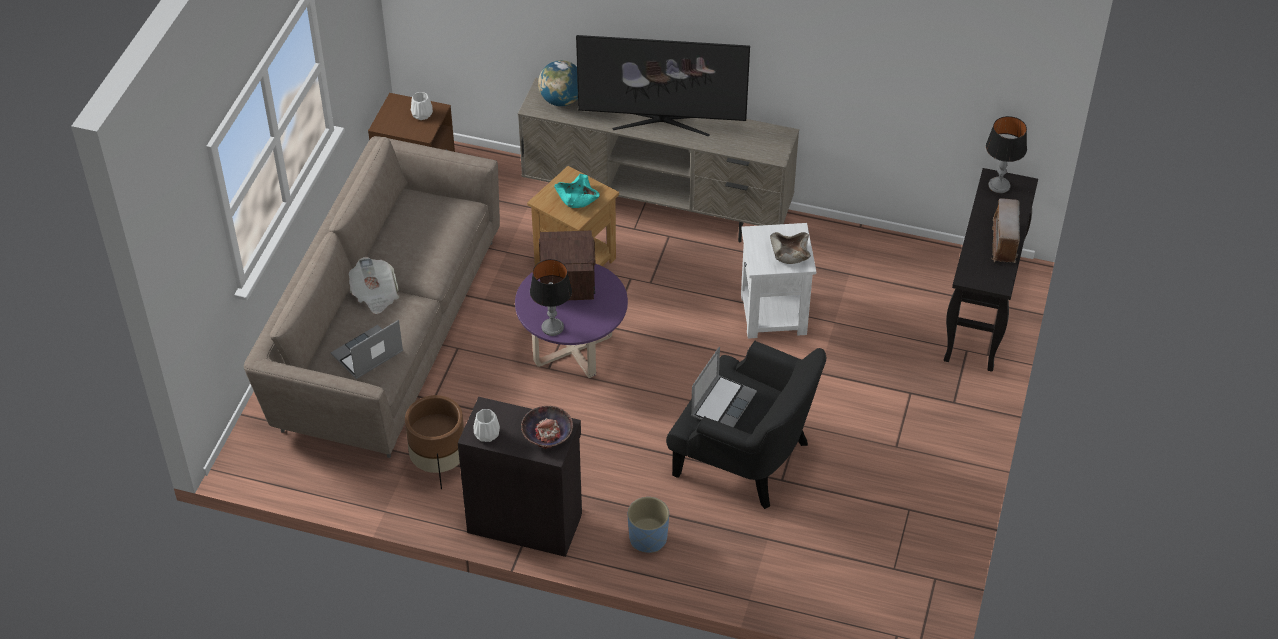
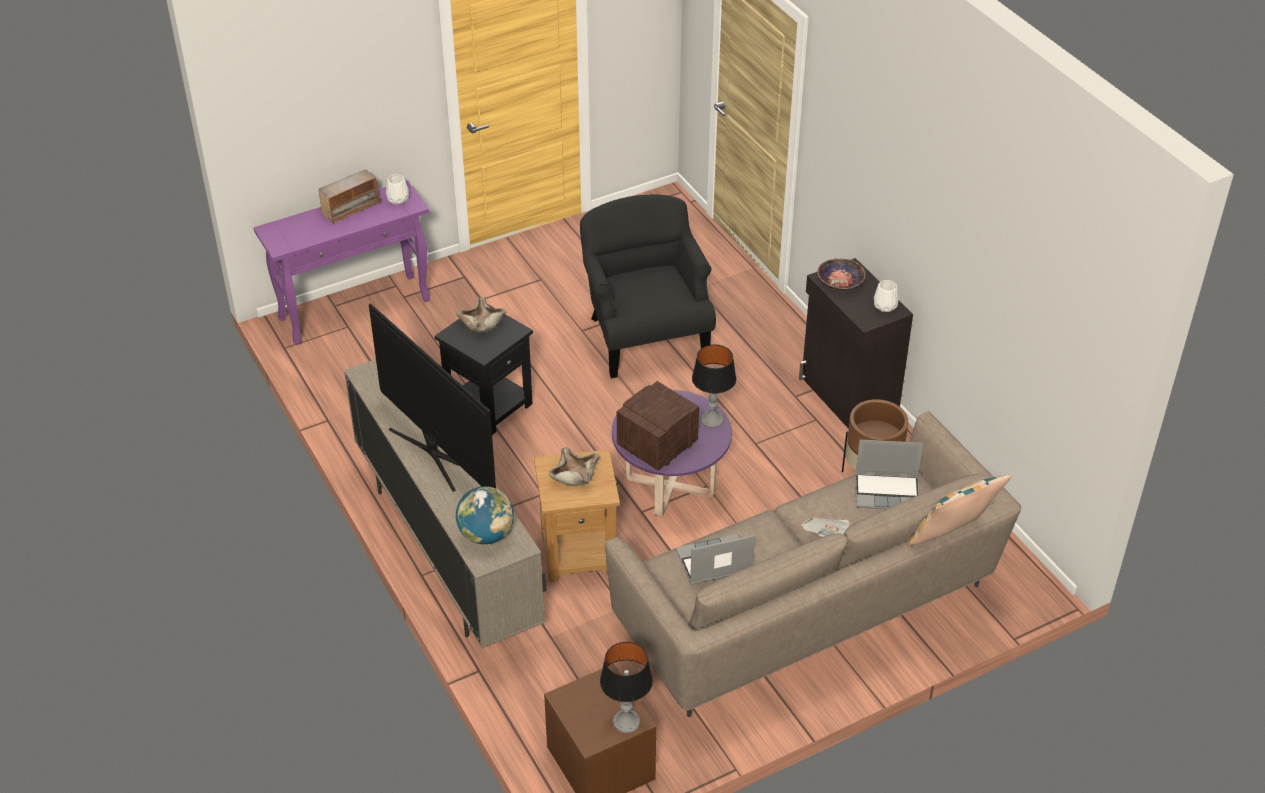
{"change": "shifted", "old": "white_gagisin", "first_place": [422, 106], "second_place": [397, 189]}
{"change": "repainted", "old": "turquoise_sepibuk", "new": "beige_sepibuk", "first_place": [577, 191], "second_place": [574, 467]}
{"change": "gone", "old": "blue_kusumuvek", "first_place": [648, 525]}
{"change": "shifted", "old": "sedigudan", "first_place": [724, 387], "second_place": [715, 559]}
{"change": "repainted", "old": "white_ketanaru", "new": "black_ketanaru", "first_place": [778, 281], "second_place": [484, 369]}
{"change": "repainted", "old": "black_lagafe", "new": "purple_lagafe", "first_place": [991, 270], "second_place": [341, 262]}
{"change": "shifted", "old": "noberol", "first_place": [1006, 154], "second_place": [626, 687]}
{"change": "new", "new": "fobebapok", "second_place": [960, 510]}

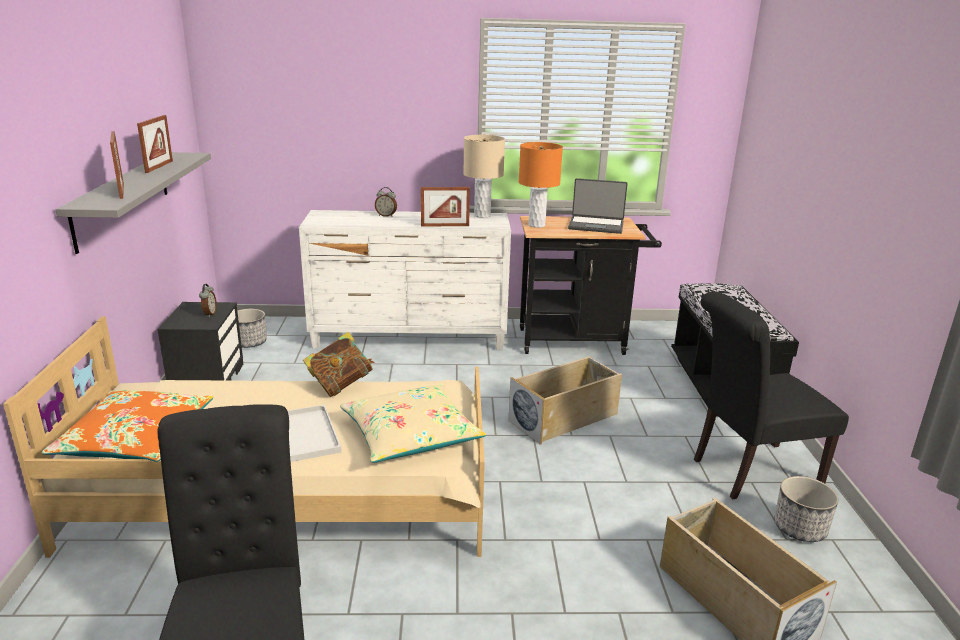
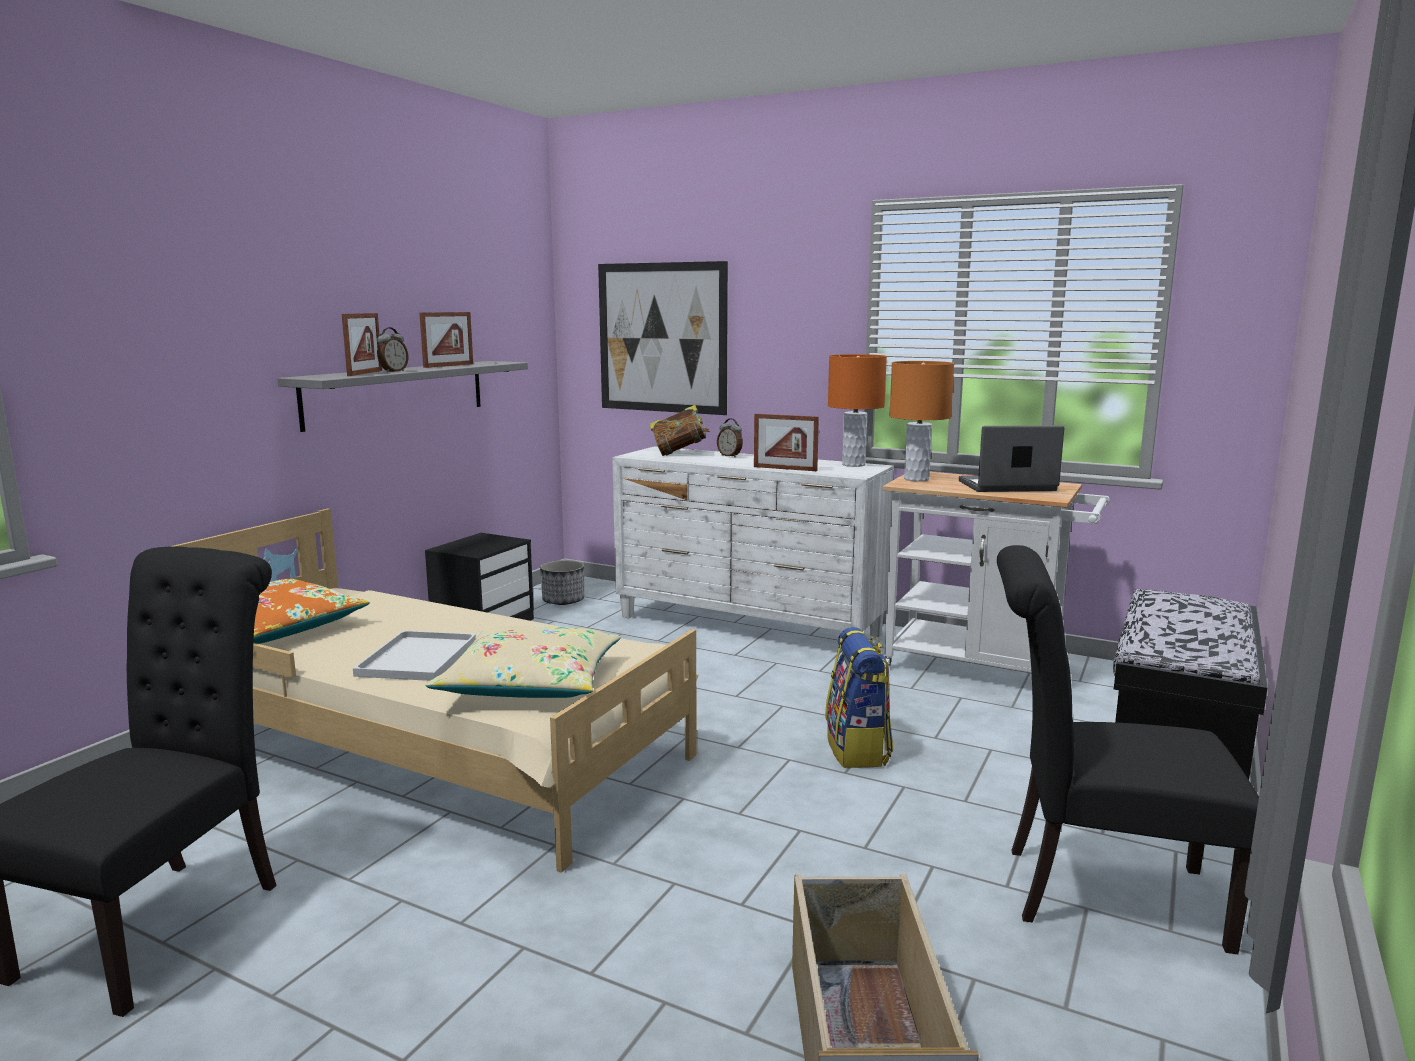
{"change": "shifted", "old": "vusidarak", "first_place": [208, 300], "second_place": [392, 350]}
{"change": "shifted", "old": "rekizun", "first_place": [339, 364], "second_place": [679, 430]}
{"change": "repainted", "old": "beige_noberol", "new": "orange_noberol", "first_place": [484, 176], "second_place": [857, 410]}
{"change": "swapped", "old": "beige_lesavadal", "new": "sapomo", "first_place": [565, 400], "second_place": [859, 697]}
{"change": "repainted", "old": "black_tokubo", "new": "white_tokubo", "first_place": [591, 285], "second_place": [996, 572]}
{"change": "rotated", "old": "sedigudan", "first_place": [598, 206], "second_place": [1011, 458], "degrees": 135}
{"change": "gone", "old": "kusumuvek", "first_place": [806, 509]}
{"change": "new", "new": "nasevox", "second_place": [663, 338]}

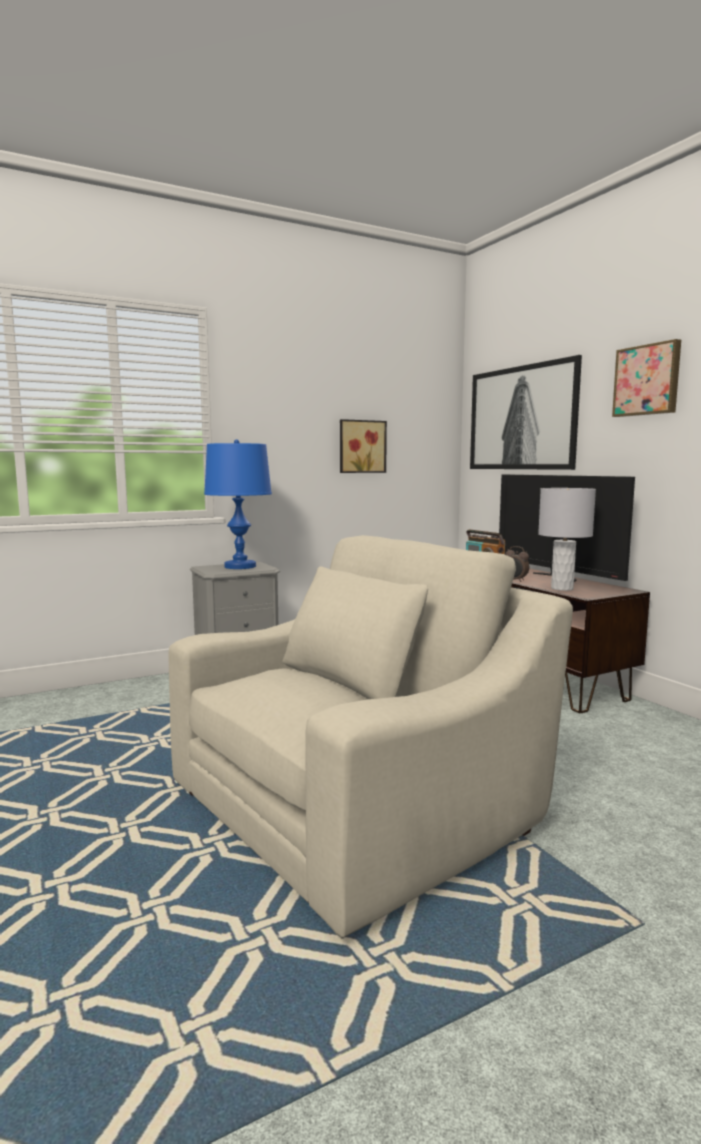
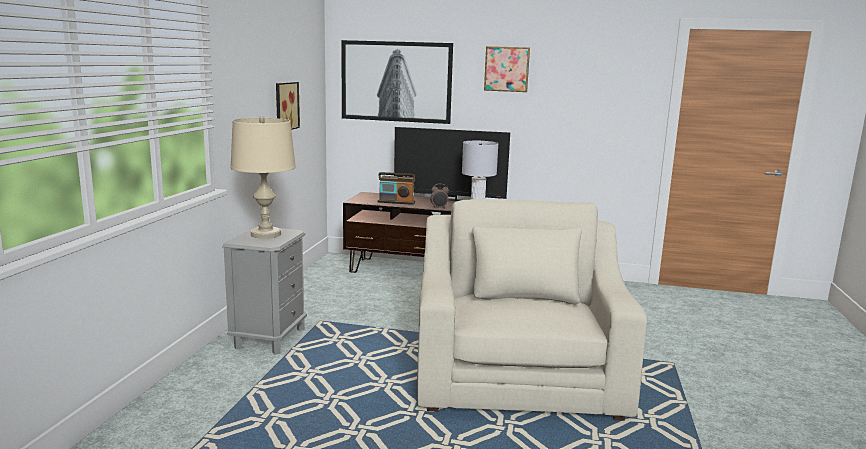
{"change": "repainted", "old": "blue_noberol", "new": "beige_noberol", "first_place": [238, 504], "second_place": [263, 177]}

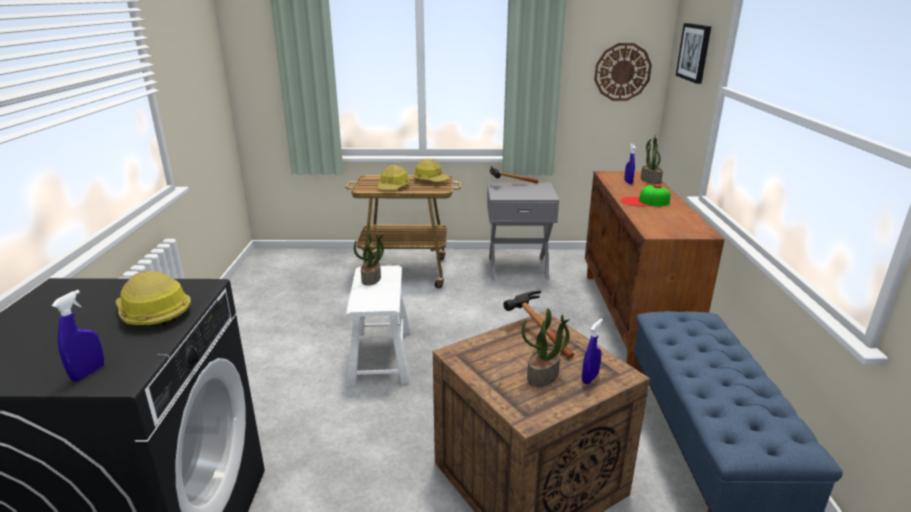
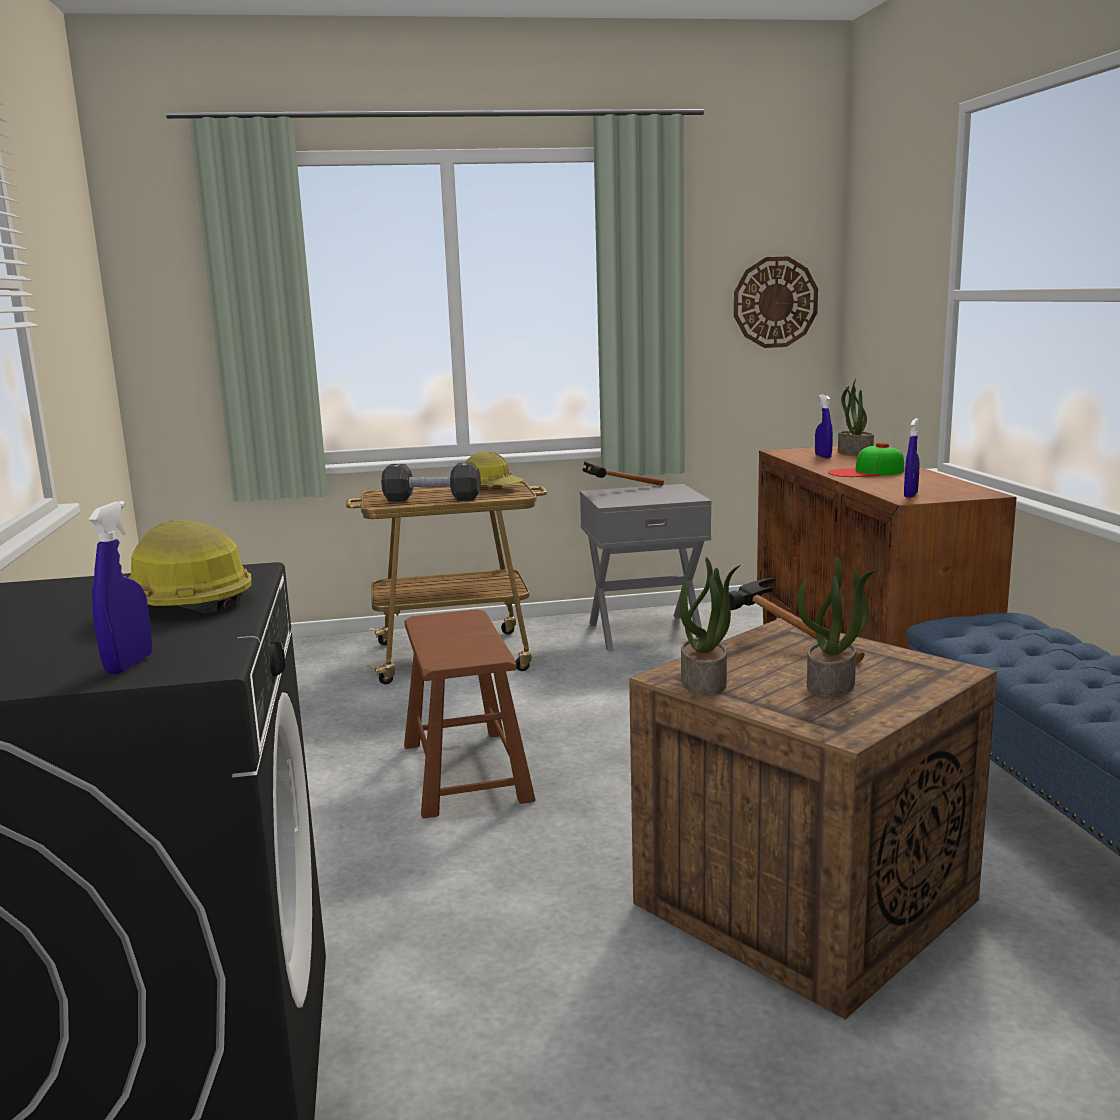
{"change": "repainted", "old": "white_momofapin", "new": "brown_momofapin", "first_place": [378, 325], "second_place": [470, 714]}
{"change": "shifted", "old": "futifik", "first_place": [369, 258], "second_place": [710, 626]}
{"change": "swapped", "old": "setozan", "new": "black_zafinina", "first_place": [394, 177], "second_place": [431, 482]}
{"change": "shifted", "old": "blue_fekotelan", "first_place": [592, 351], "second_place": [911, 458]}
{"change": "gone", "old": "nasevox", "first_place": [693, 53]}

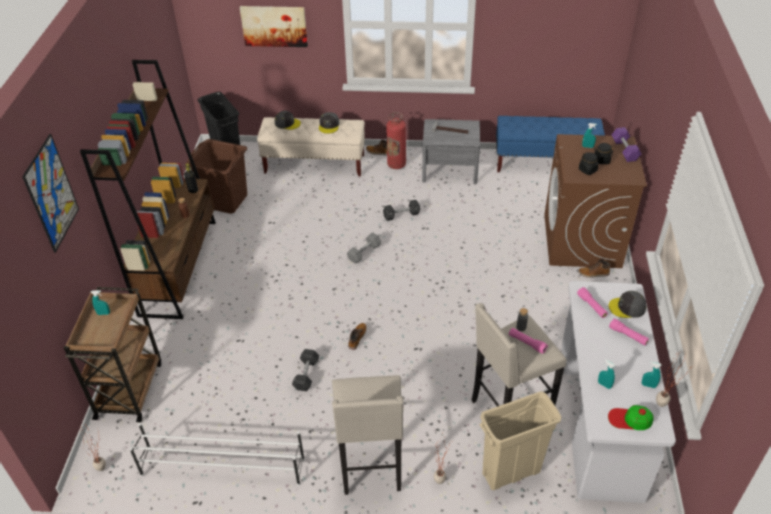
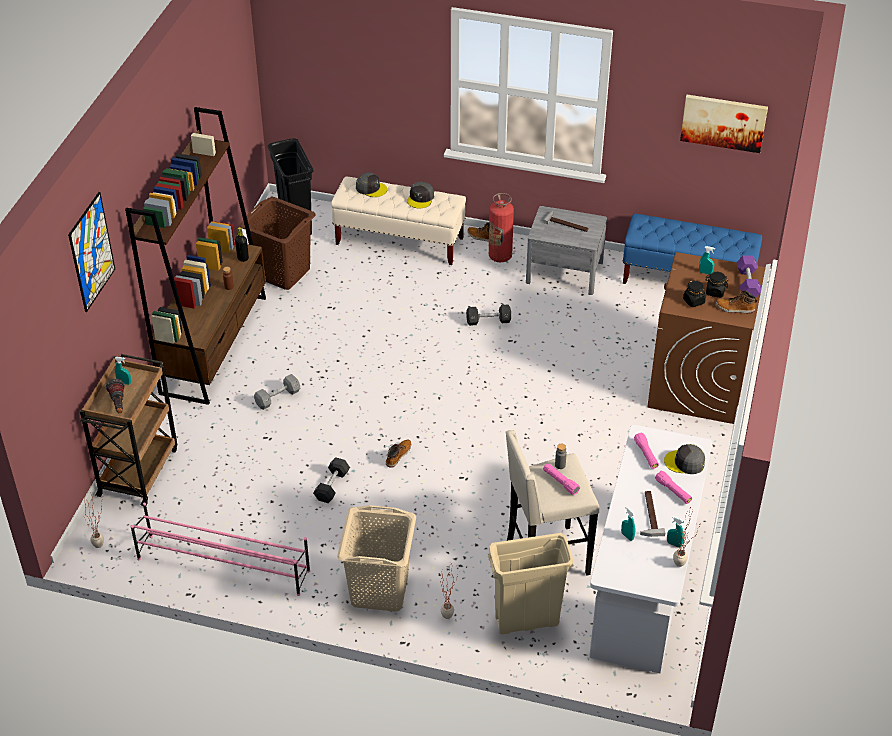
{"change": "repainted", "old": "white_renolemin", "new": "pink_renolemin", "first_place": [217, 454], "second_place": [220, 549]}
{"change": "shifted", "old": "nasevox", "first_place": [274, 26], "second_place": [724, 124]}
{"change": "swapped", "old": "beige_momofapin", "new": "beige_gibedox", "first_place": [368, 435], "second_place": [376, 558]}
{"change": "shifted", "old": "grey_zafinina", "first_place": [364, 248], "second_place": [277, 392]}
{"change": "shifted", "old": "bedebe", "first_place": [594, 268], "second_place": [736, 301]}
{"change": "gone", "old": "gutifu", "first_place": [631, 417]}
{"change": "new", "new": "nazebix", "second_place": [115, 396]}
{"change": "new", "new": "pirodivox", "second_place": [652, 514]}

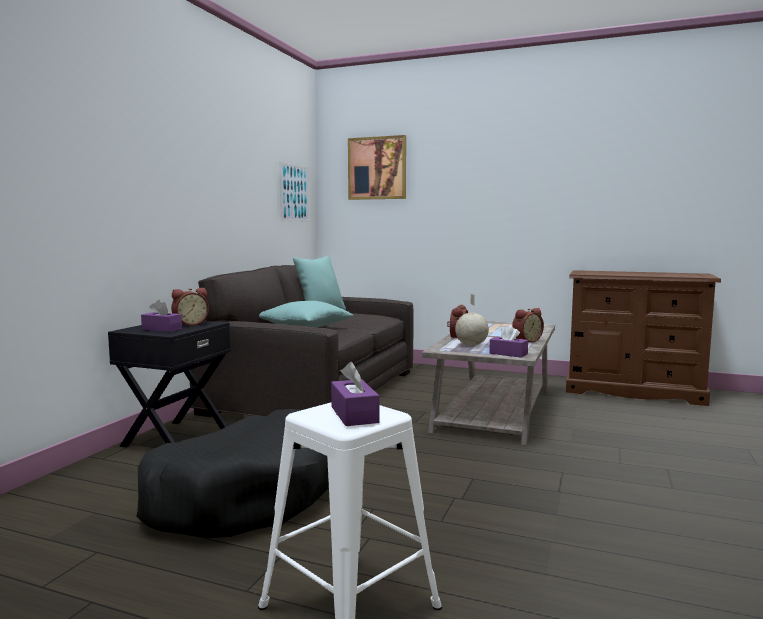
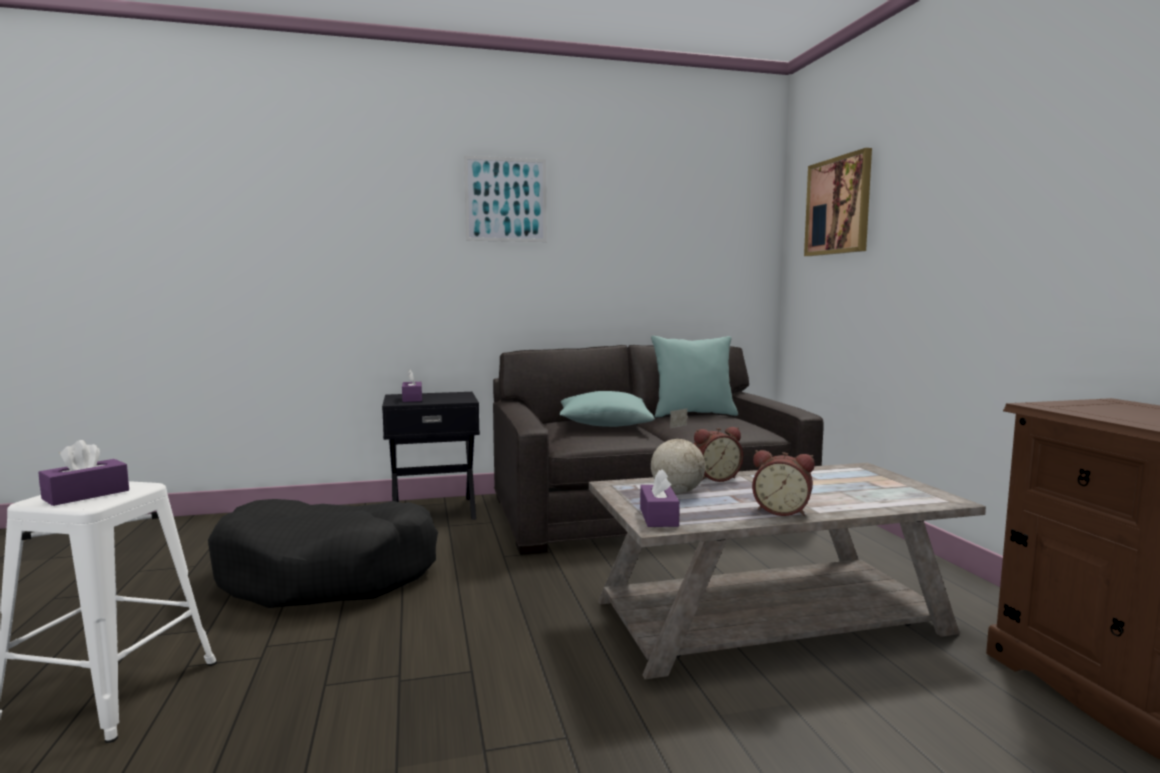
{"change": "gone", "old": "vusidarak", "first_place": [190, 307]}
{"change": "shifted", "old": "nasevox", "first_place": [294, 191], "second_place": [505, 199]}

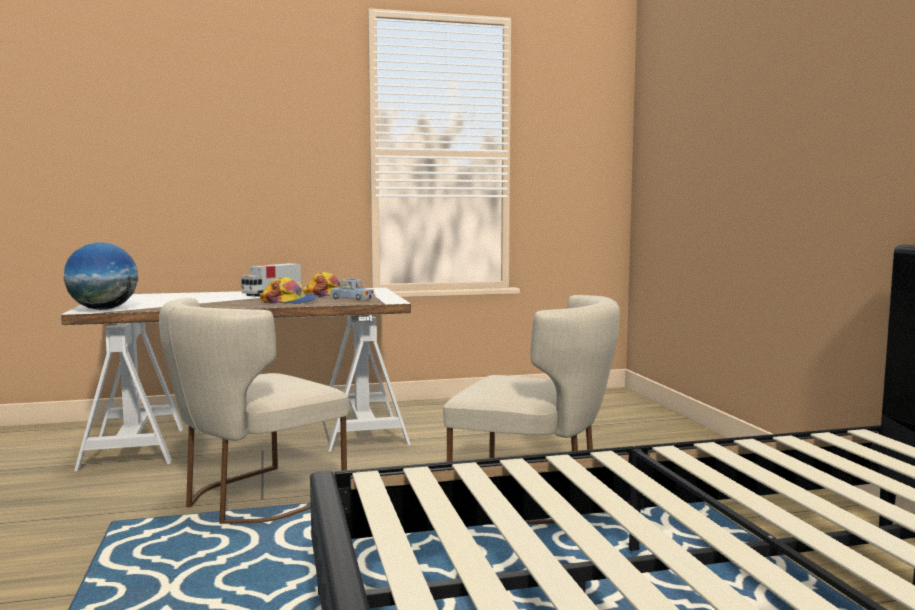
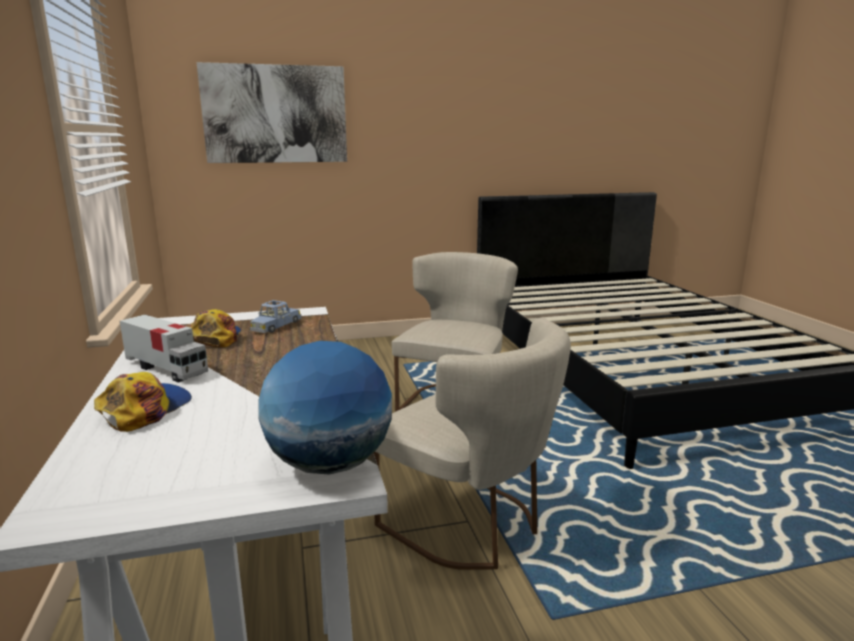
{"change": "shifted", "old": "gutifu", "first_place": [289, 290], "second_place": [143, 402]}
{"change": "new", "new": "nasevox", "second_place": [272, 112]}

